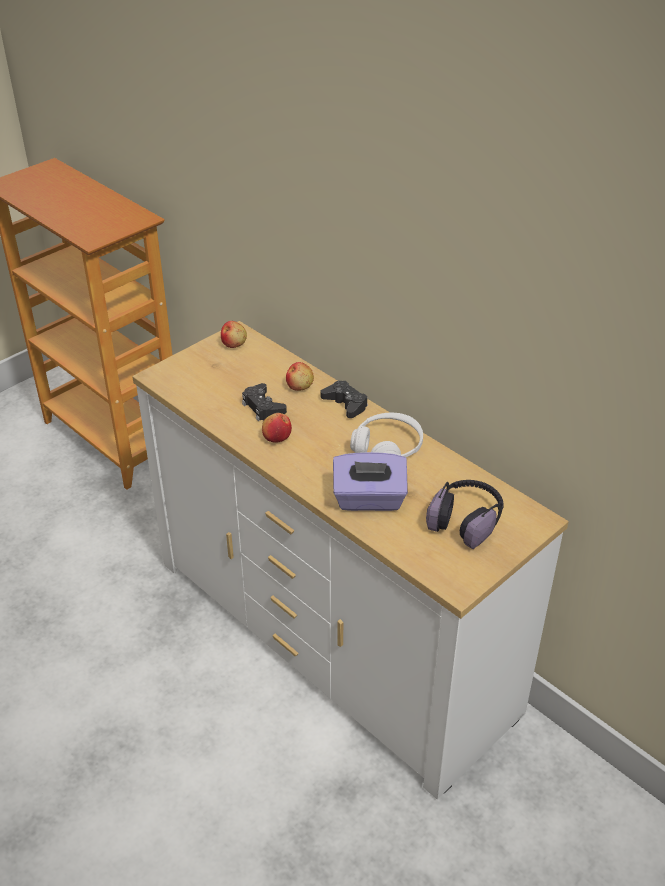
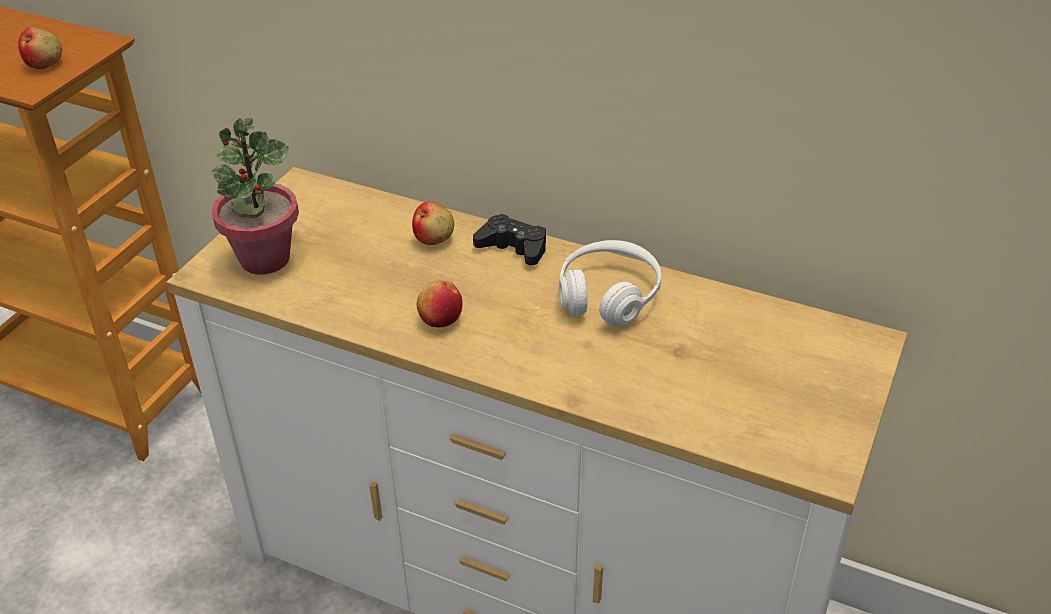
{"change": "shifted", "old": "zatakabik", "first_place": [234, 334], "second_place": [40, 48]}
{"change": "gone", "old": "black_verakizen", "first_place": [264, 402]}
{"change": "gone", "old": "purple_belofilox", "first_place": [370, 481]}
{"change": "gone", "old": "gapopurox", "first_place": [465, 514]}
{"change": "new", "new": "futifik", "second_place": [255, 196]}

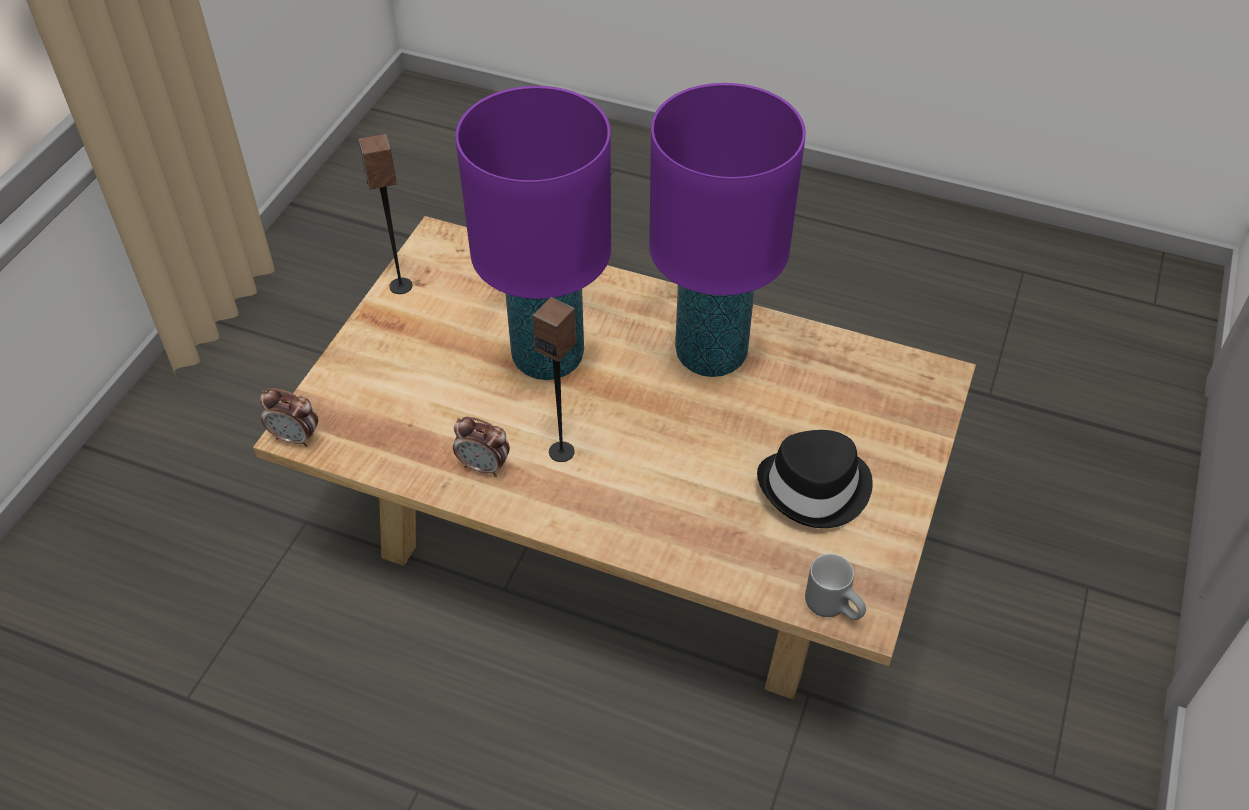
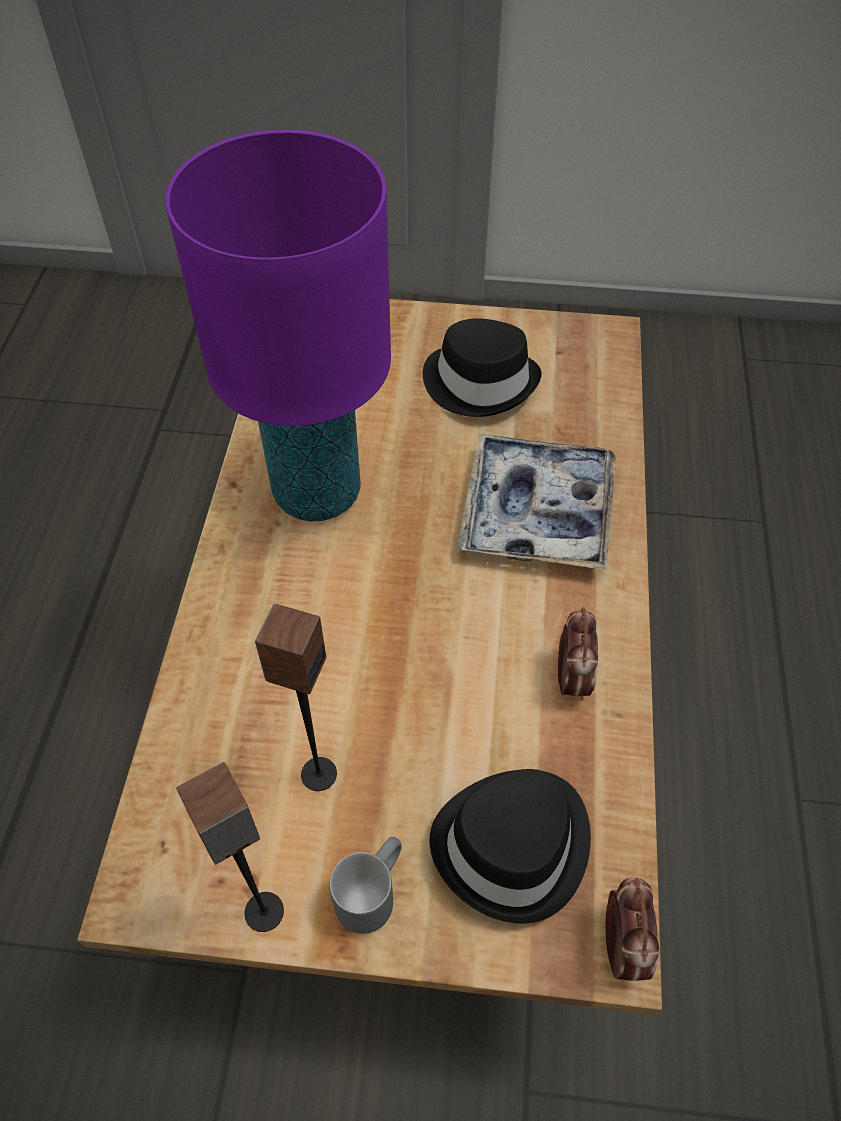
{"change": "gone", "old": "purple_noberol", "first_place": [533, 233]}
{"change": "shifted", "old": "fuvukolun", "first_place": [554, 379], "second_place": [296, 697]}
{"change": "shifted", "old": "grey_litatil", "first_place": [835, 587], "second_place": [366, 885]}
{"change": "new", "new": "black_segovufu", "second_place": [510, 846]}
{"change": "new", "new": "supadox", "second_place": [537, 502]}

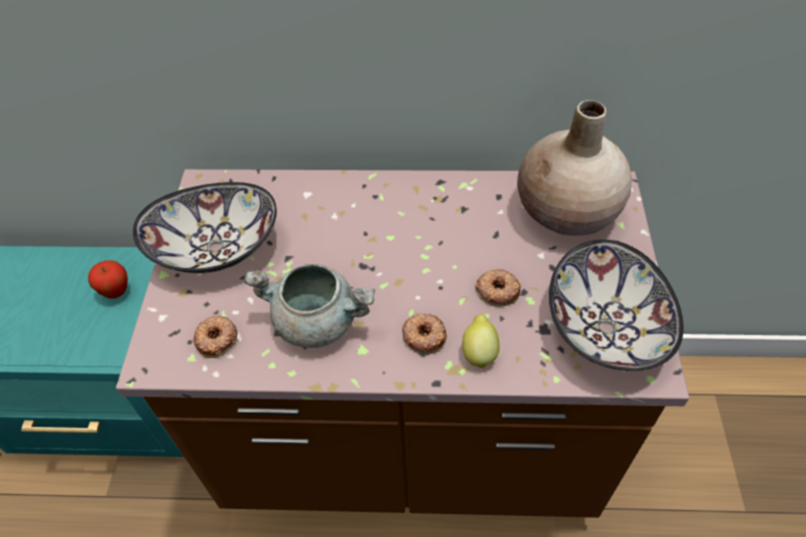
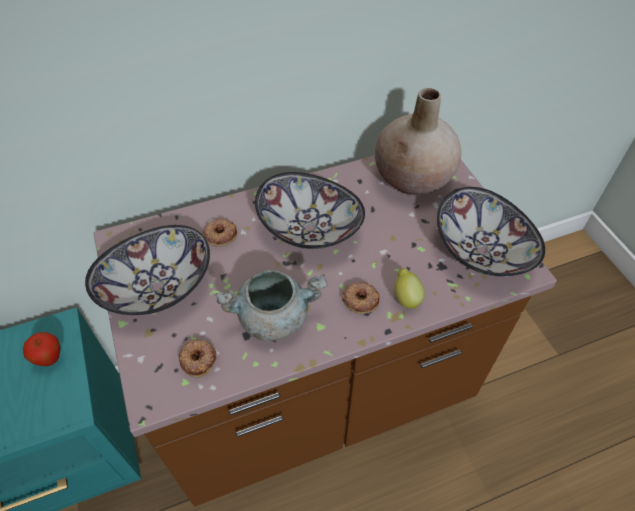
{"change": "shifted", "old": "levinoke", "first_place": [498, 288], "second_place": [220, 233]}
{"change": "new", "new": "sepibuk", "second_place": [310, 210]}

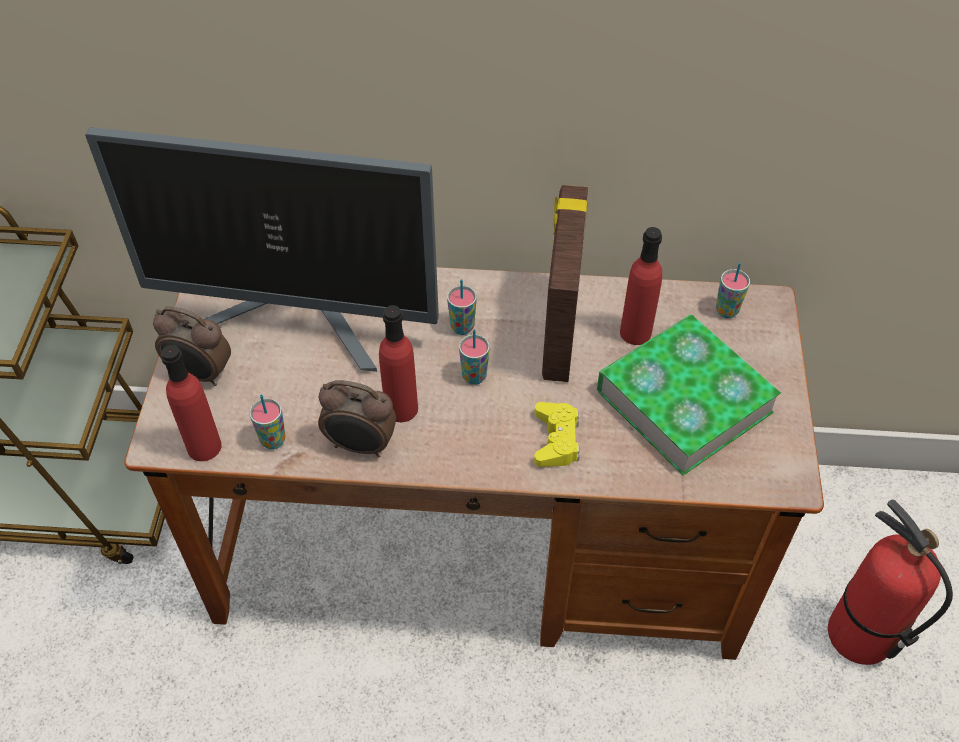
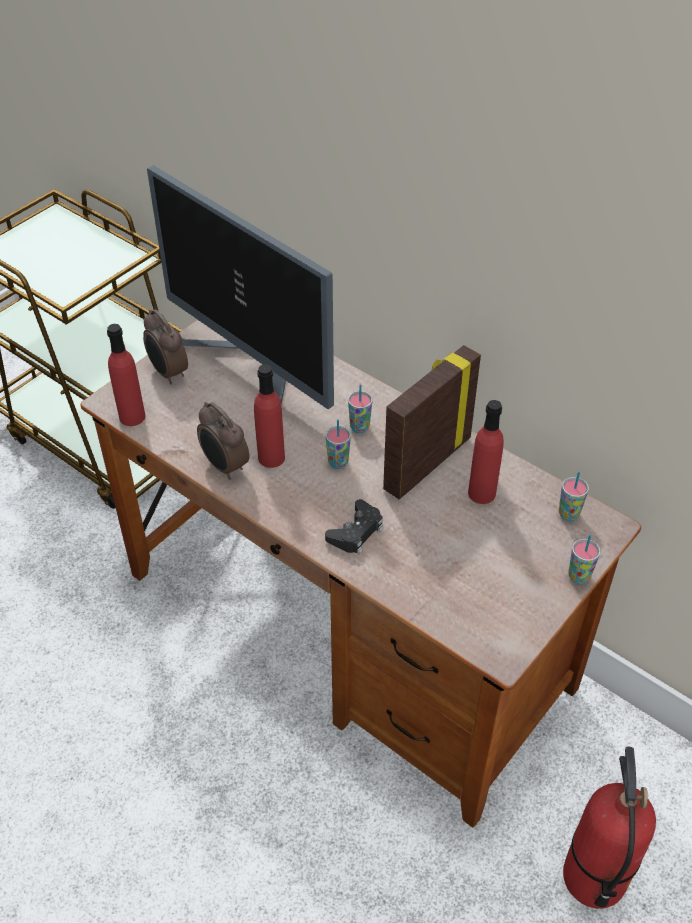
{"change": "shifted", "old": "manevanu", "first_place": [267, 422], "second_place": [584, 559]}
{"change": "repainted", "old": "yellow_verakizen", "new": "black_verakizen", "first_place": [556, 434], "second_place": [354, 526]}
{"change": "gone", "old": "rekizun", "first_place": [689, 394]}

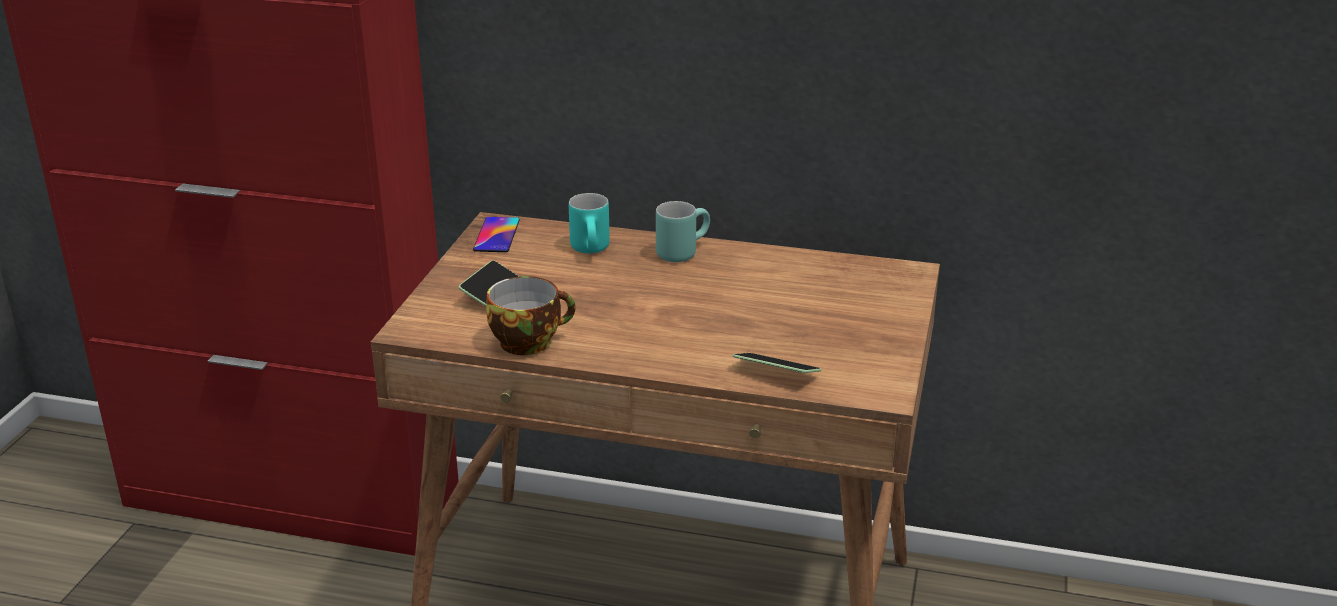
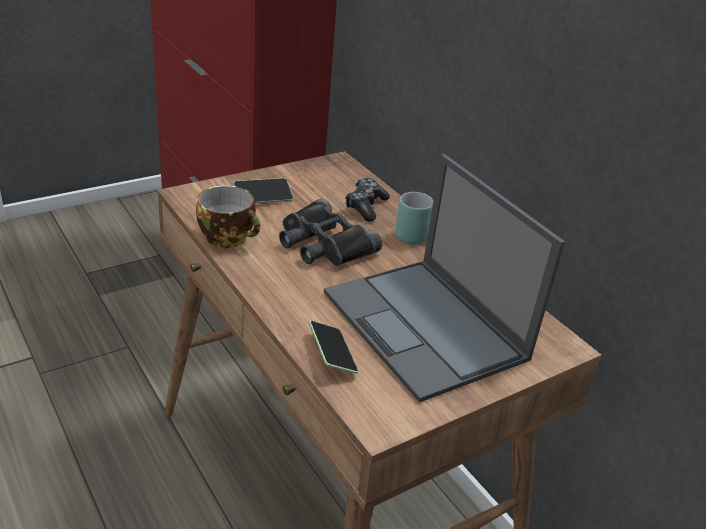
{"change": "gone", "old": "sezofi", "first_place": [496, 234]}
{"change": "swapped", "old": "turquoise_litatil", "new": "verakizen", "first_place": [589, 223], "second_place": [367, 200]}
{"change": "new", "new": "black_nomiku", "second_place": [330, 232]}
{"change": "new", "new": "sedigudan", "second_place": [444, 278]}

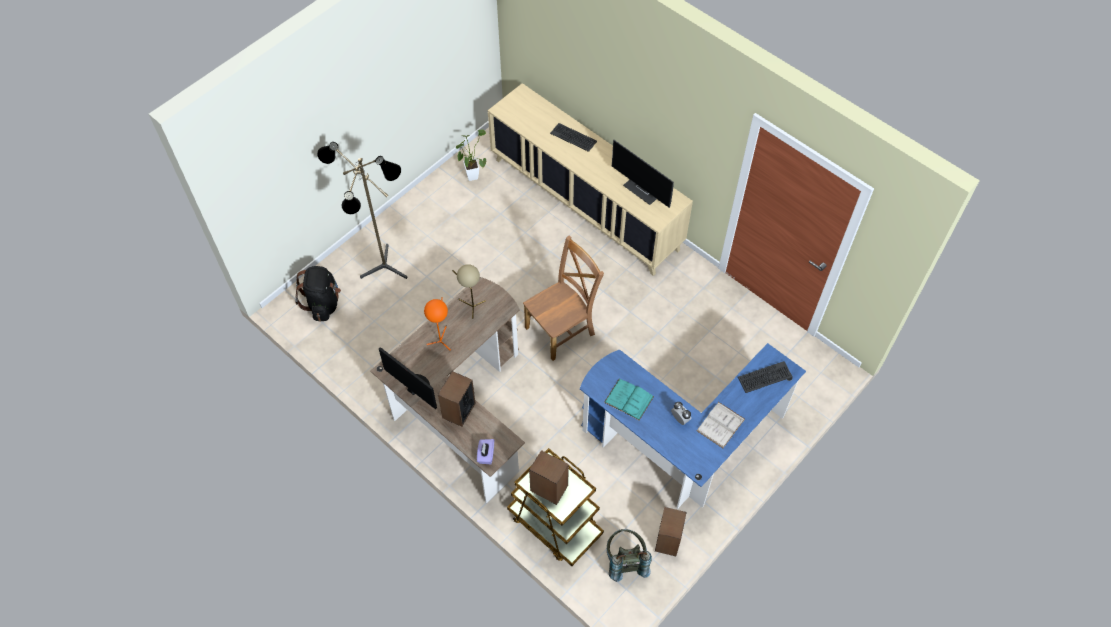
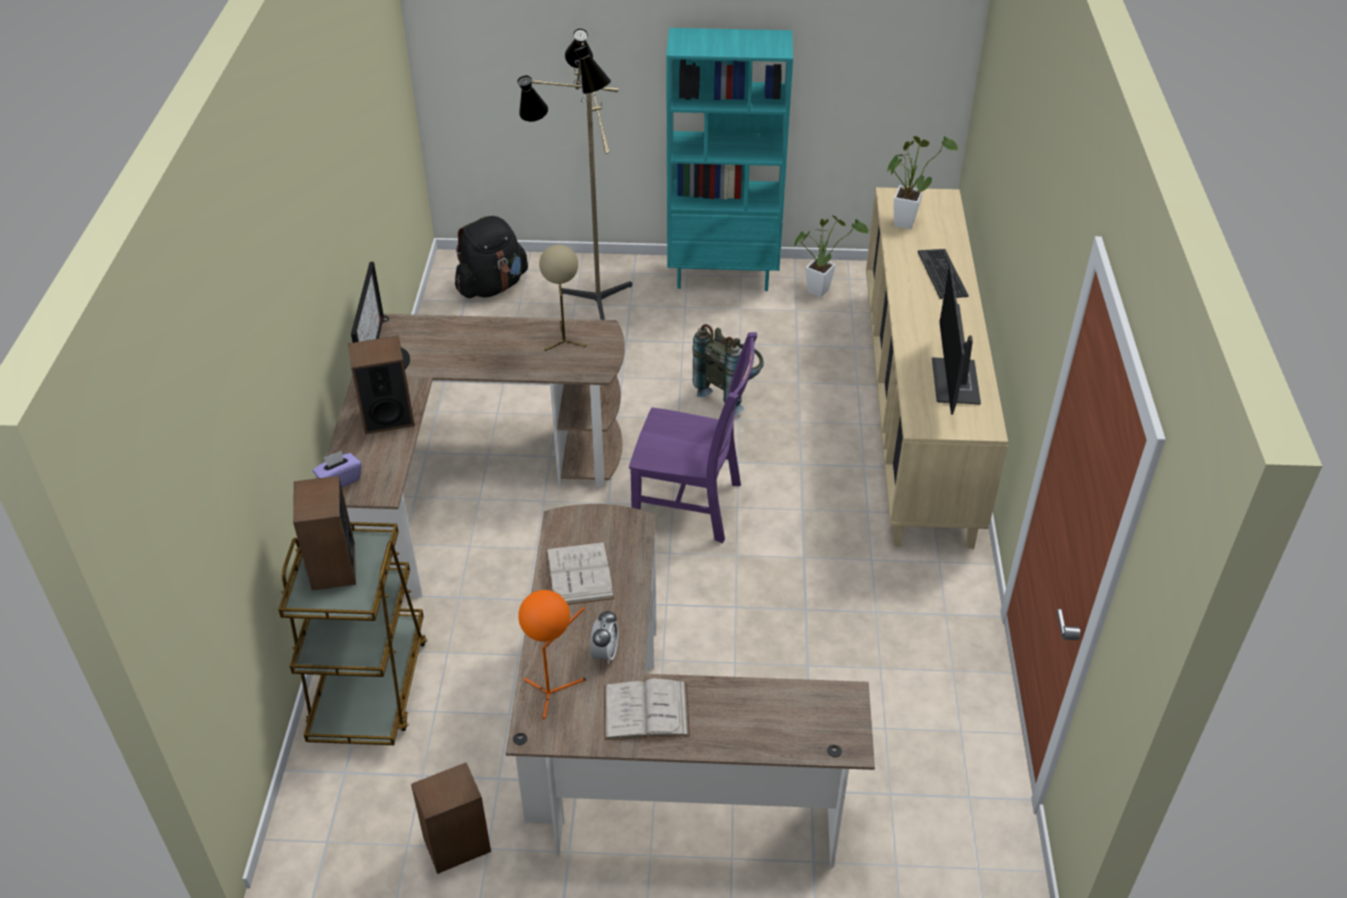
{"change": "shifted", "old": "orange_noberol", "first_place": [437, 323], "second_place": [552, 654]}
{"change": "repainted", "old": "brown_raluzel", "new": "purple_raluzel", "first_place": [563, 298], "second_place": [693, 437]}
{"change": "repainted", "old": "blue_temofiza", "new": "brown_temofiza", "first_place": [693, 426], "second_place": [690, 685]}
{"change": "repainted", "old": "turquoise_rekizun", "new": "white_rekizun", "first_place": [629, 399], "second_place": [580, 573]}
{"change": "shifted", "old": "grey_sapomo", "first_place": [629, 555], "second_place": [728, 369]}
{"change": "gone", "old": "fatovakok", "first_place": [765, 377]}
{"change": "new", "new": "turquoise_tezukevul", "second_place": [729, 159]}
{"change": "new", "new": "futifik", "second_place": [922, 182]}

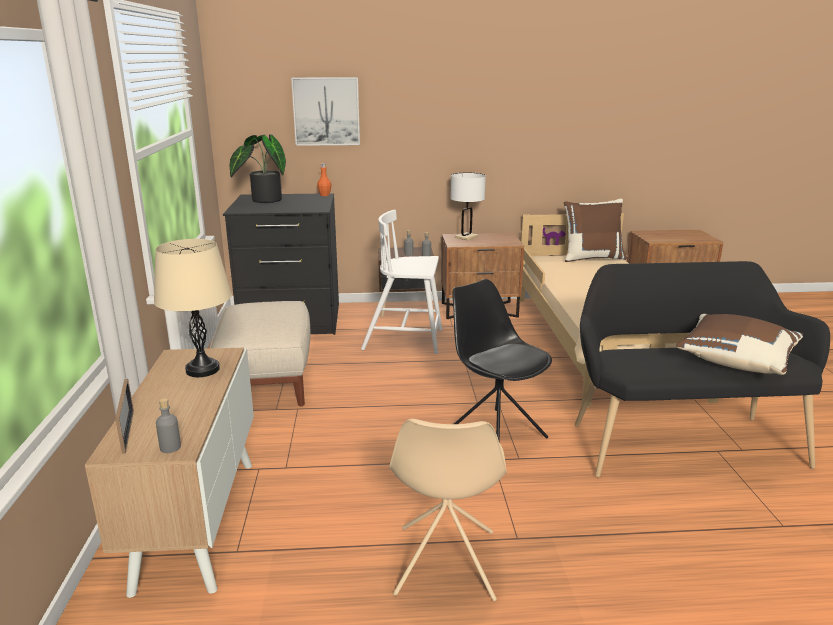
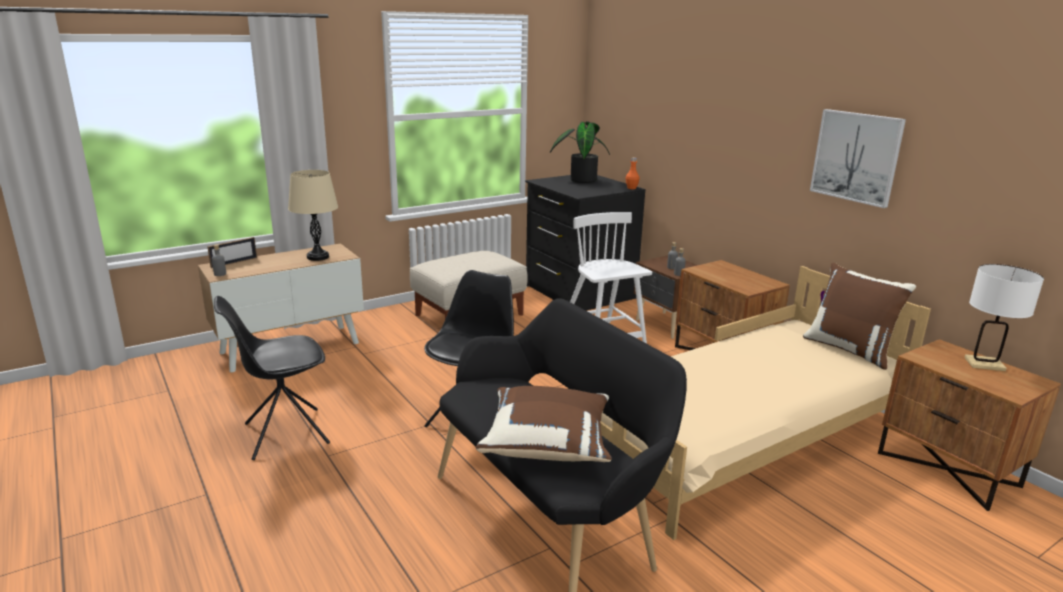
{"change": "shifted", "old": "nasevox", "first_place": [325, 111], "second_place": [858, 158]}
{"change": "repainted", "old": "beige_raluzel", "new": "black_raluzel", "first_place": [448, 510], "second_place": [272, 378]}
{"change": "shifted", "old": "white_noberol", "first_place": [468, 206], "second_place": [1004, 317]}

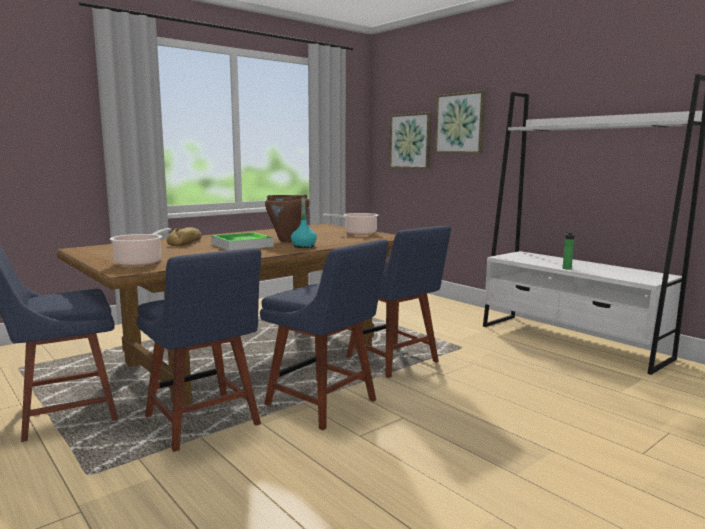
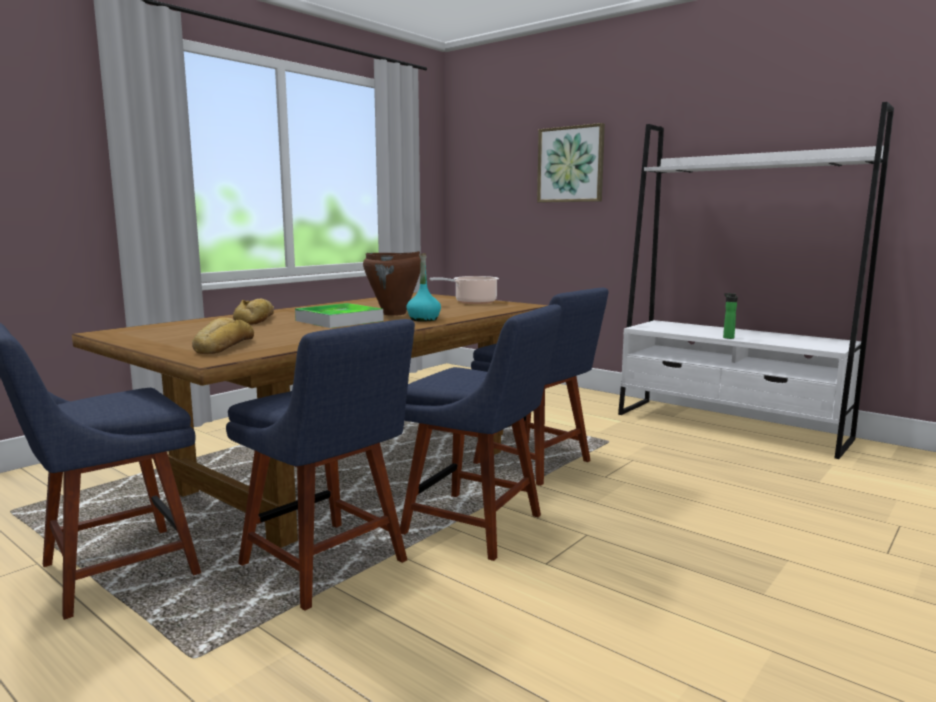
{"change": "swapped", "old": "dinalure", "new": "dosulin", "first_place": [140, 247], "second_place": [223, 335]}
{"change": "gone", "old": "nasevox", "first_place": [410, 140]}

